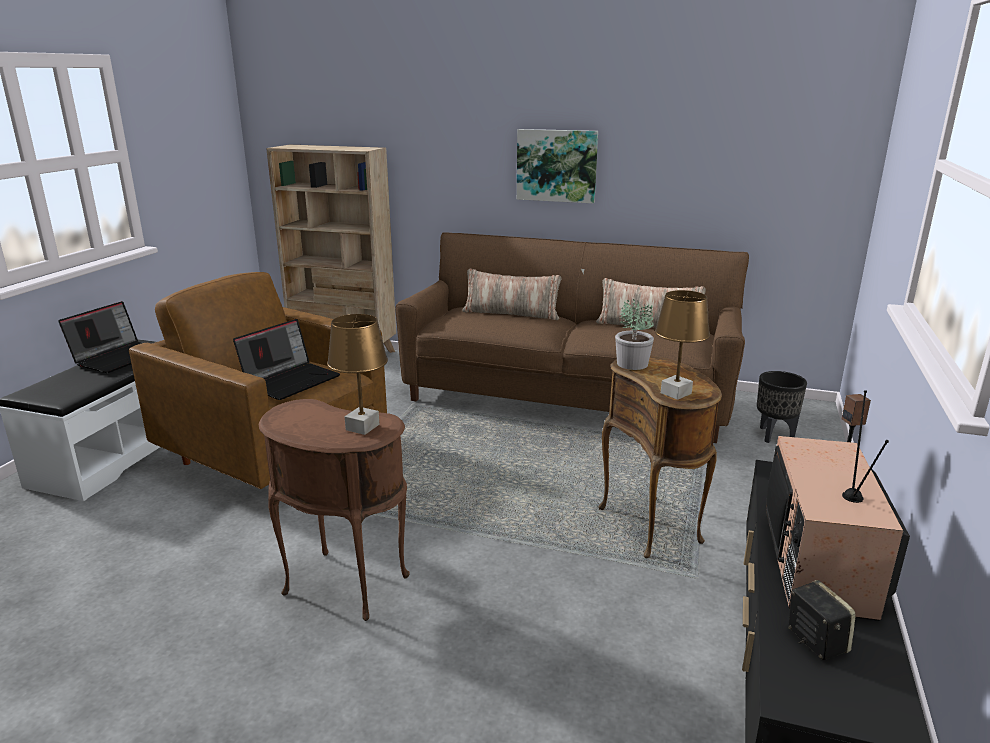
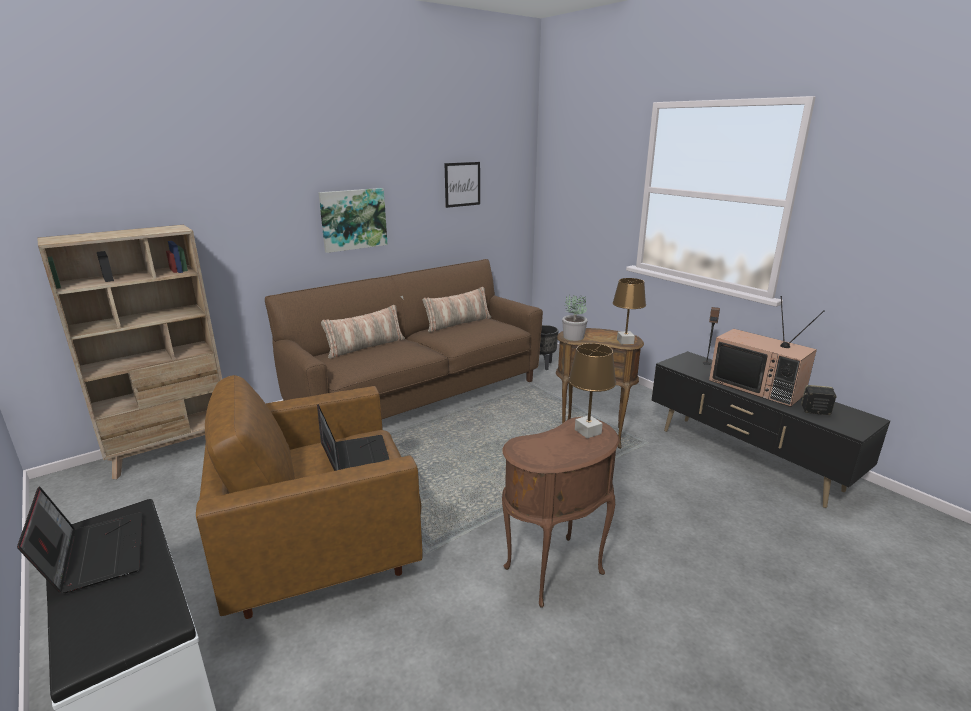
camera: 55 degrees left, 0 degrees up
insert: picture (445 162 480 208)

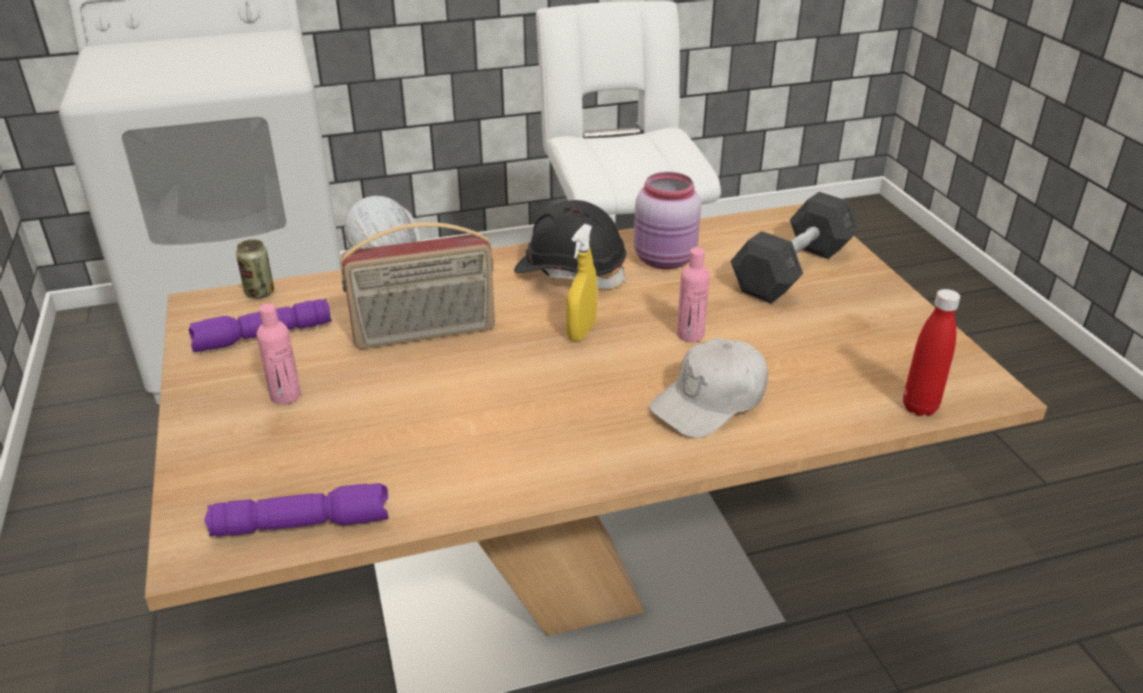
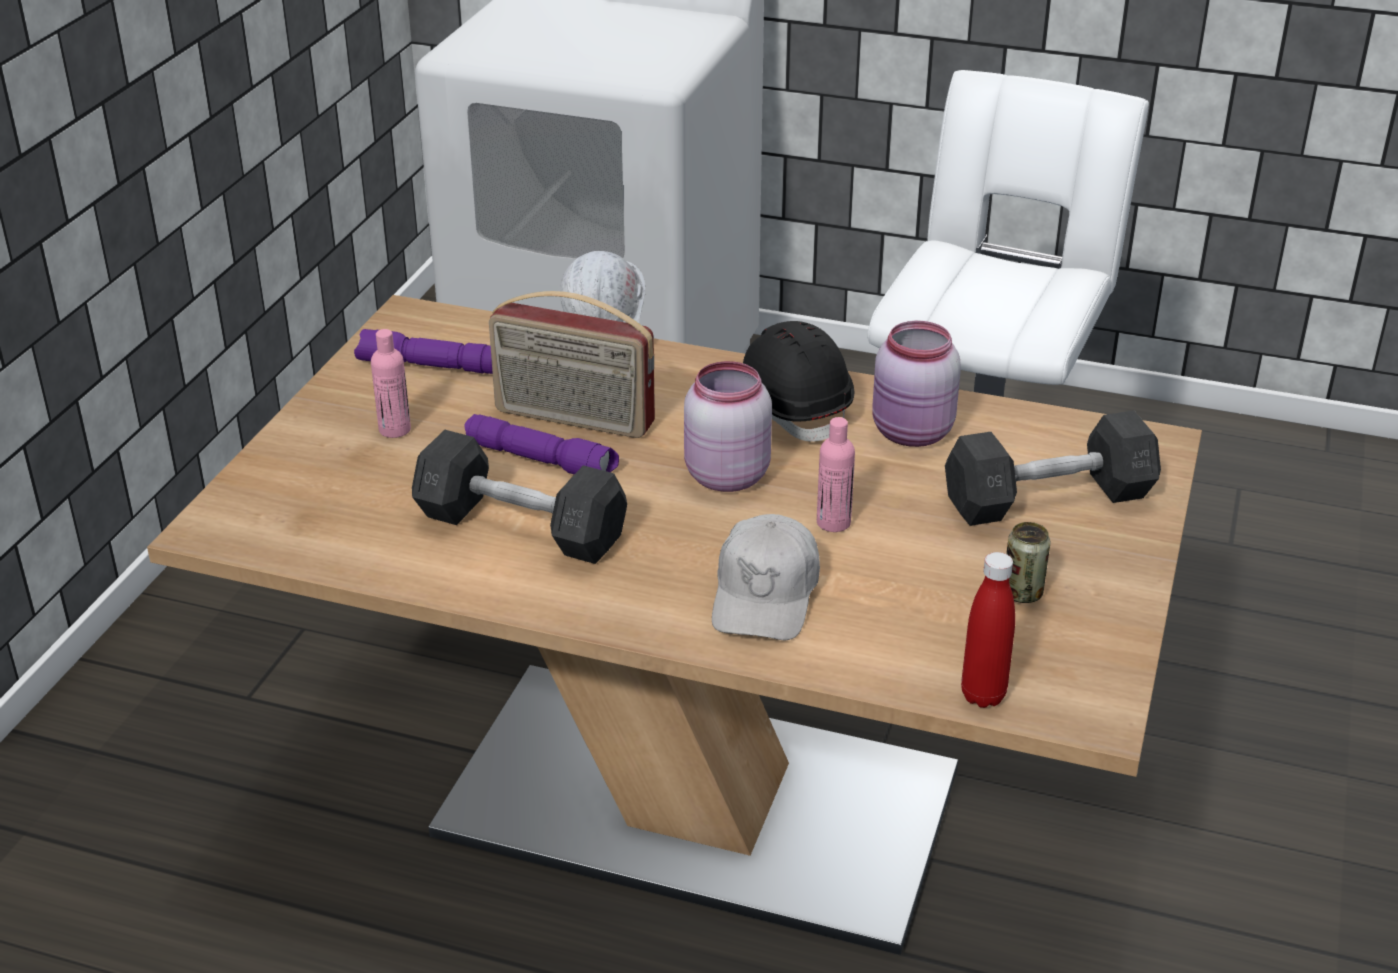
camera: 35 degrees right, 0 degrees up
insert: dumbbell (grey) (412 430 627 564)
move: flashlight (purple) (204 483 389 537) to (464 414 619 474); can (236 239 274 299) to (1006 522 1051 603)
replace: spray bottle (yellow) (566 224 597 341) to jar (pink) (684 361 772 492)
rotate: cap (white) (648 338 768 438) = (712 514 820 641) 75 degrees counterclockwise

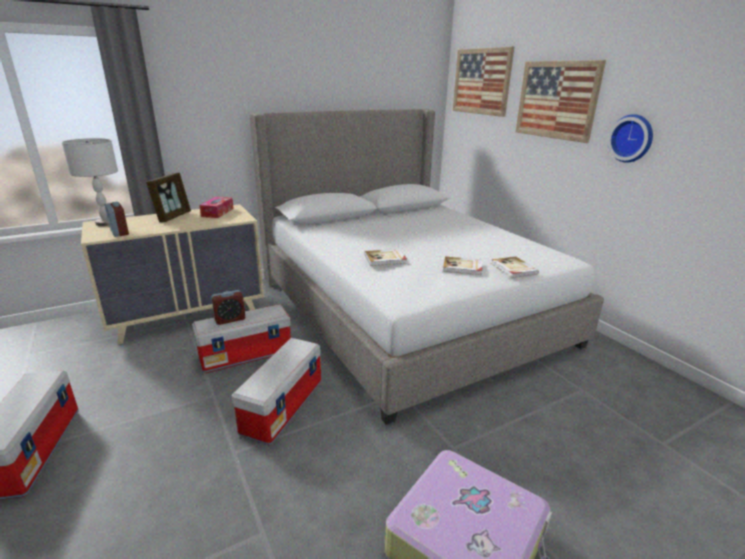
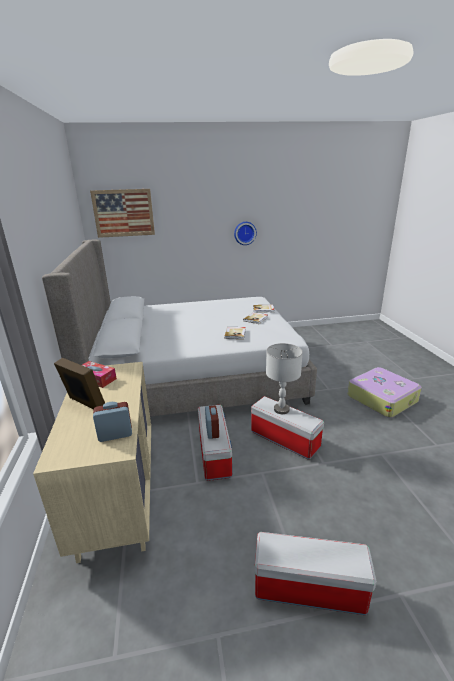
camera: 70 degrees left, 0 degrees up
delete: picture (516 60 606 143)
move: table lamp (grey) (62 138 118 226) to (266 343 303 414)

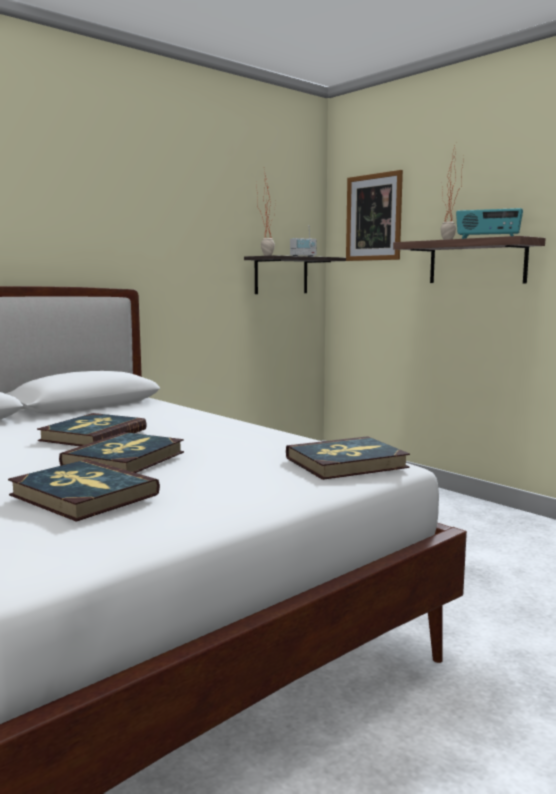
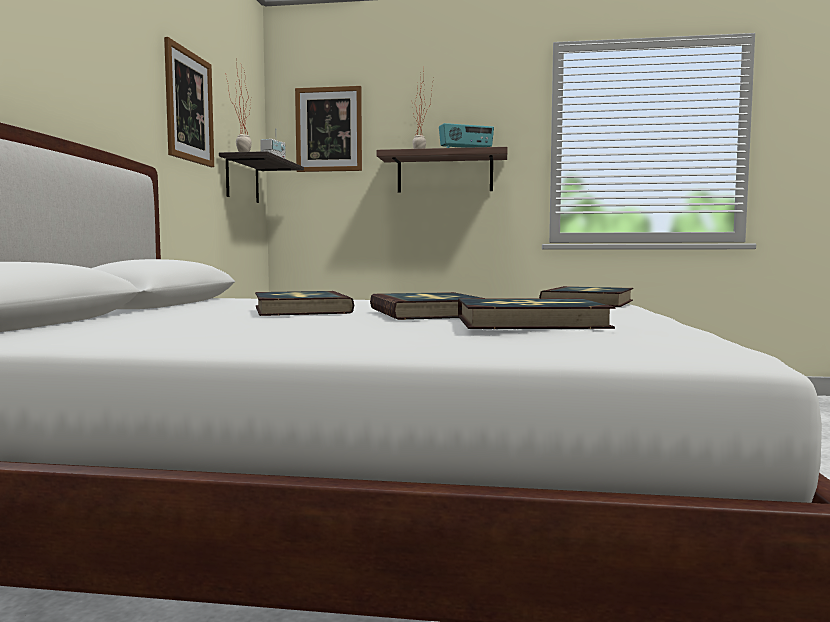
camera: 40 degrees left, 5 degrees down
insert: picture (164 37 214 167)

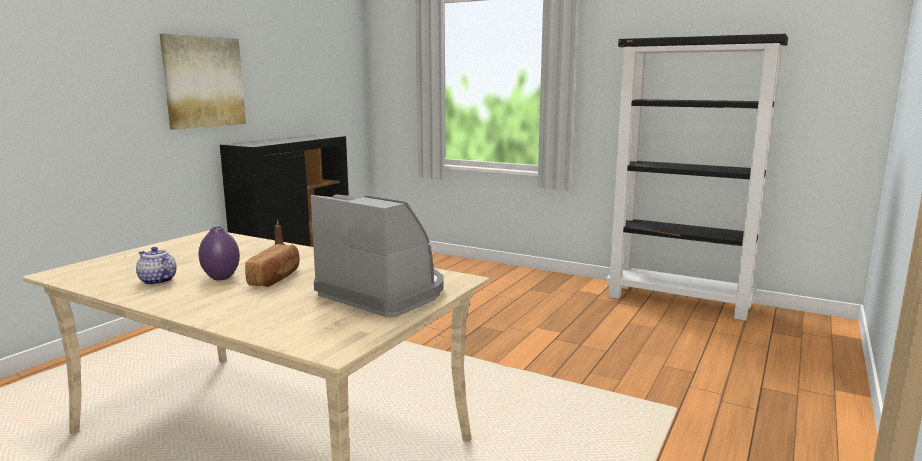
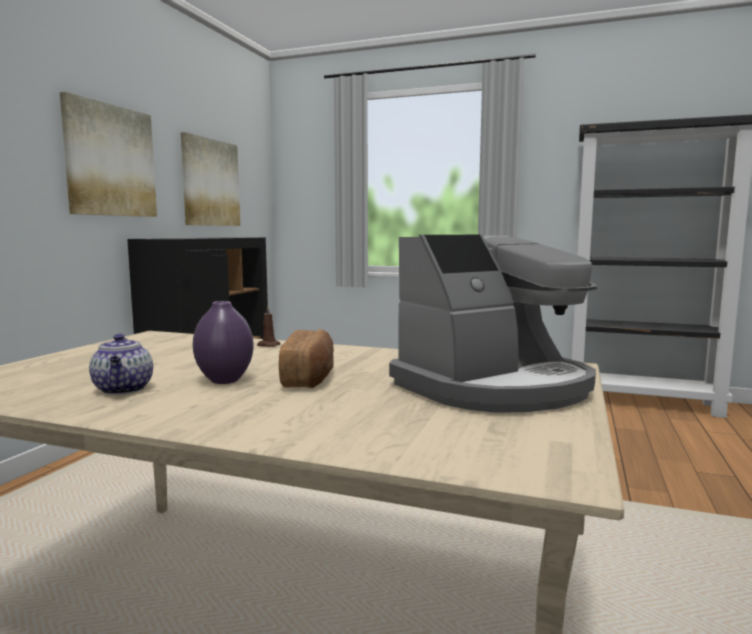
camera: 10 degrees left, 5 degrees down
insert: picture (181 132 240 226)
rotate: teapot (136 247 177 285) = (89 334 153 395) 135 degrees counterclockwise; coffee machine (311 195 443 317) = (389 235 597 413) 120 degrees clockwise

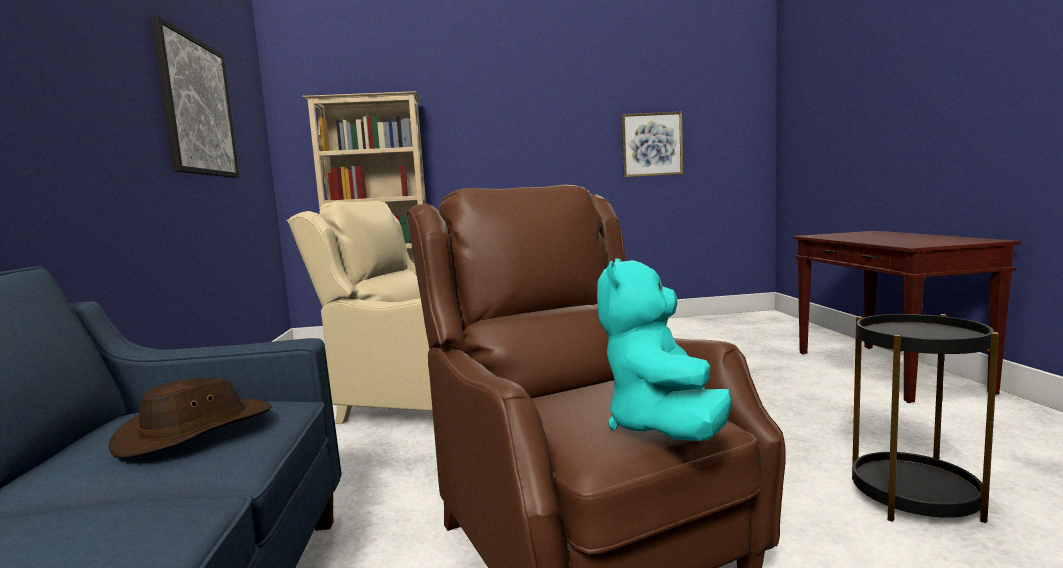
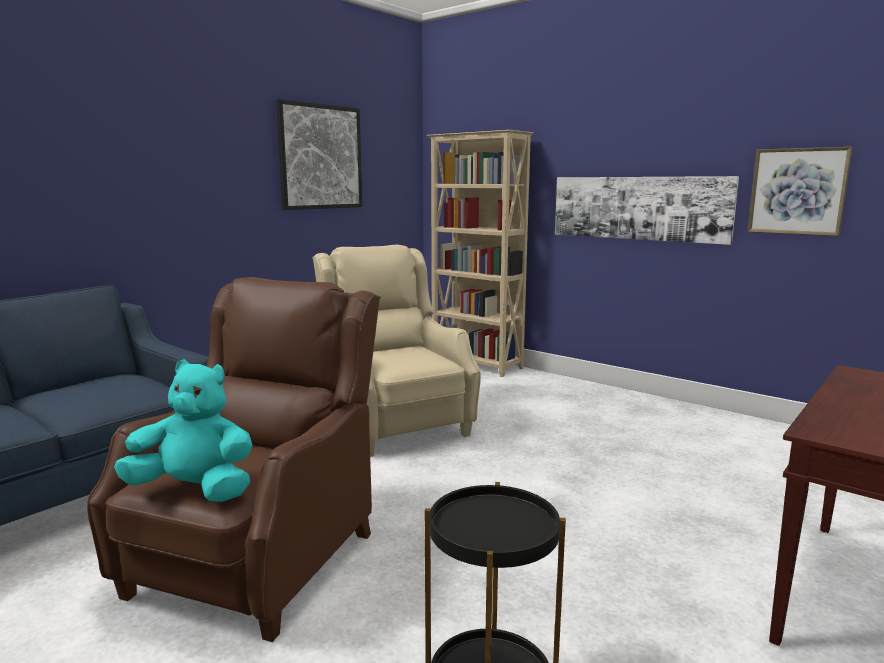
camera: 45 degrees right, 5 degrees up
delete: hat (brown) (109 378 272 458)
insert: picture (555 176 739 245)
rotate: plush toy (turquoise) (597 258 732 441) = (114 359 252 502) 45 degrees clockwise

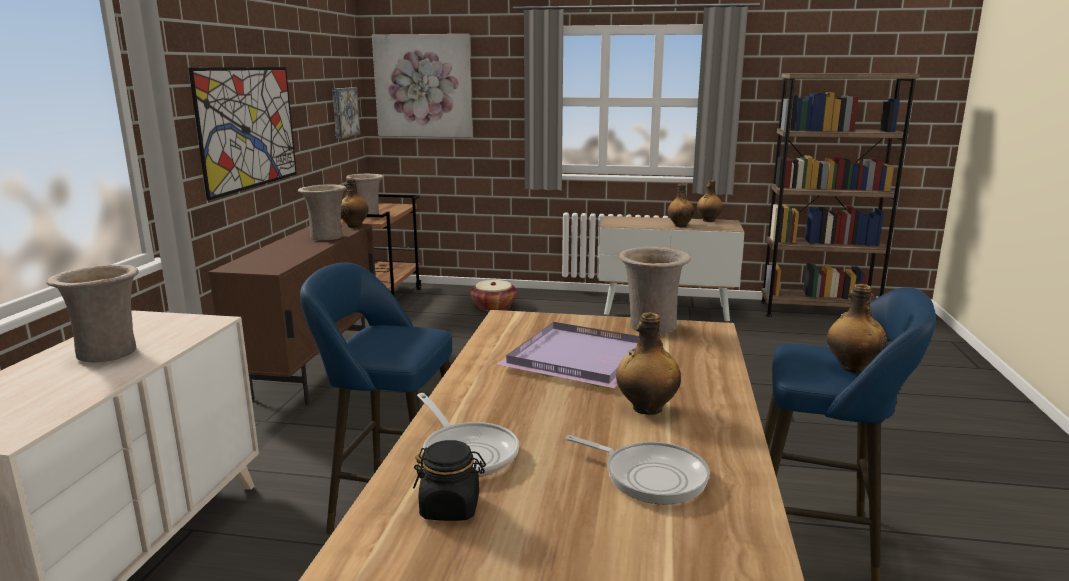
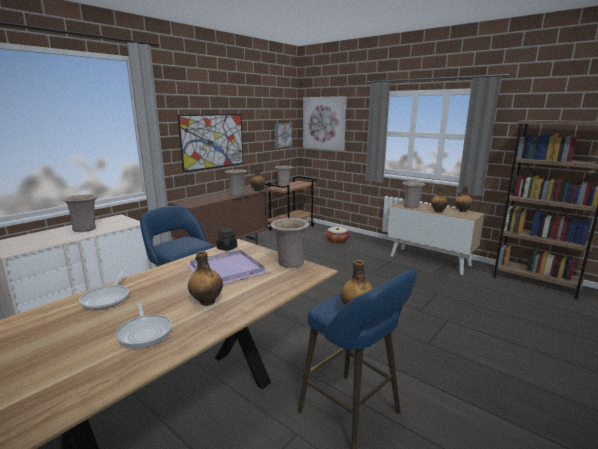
camera: 30 degrees right, 0 degrees up
insert: vase (beige) (402 181 425 208)
move: jar (black) (413 440 486 521) to (217 228 237 251)

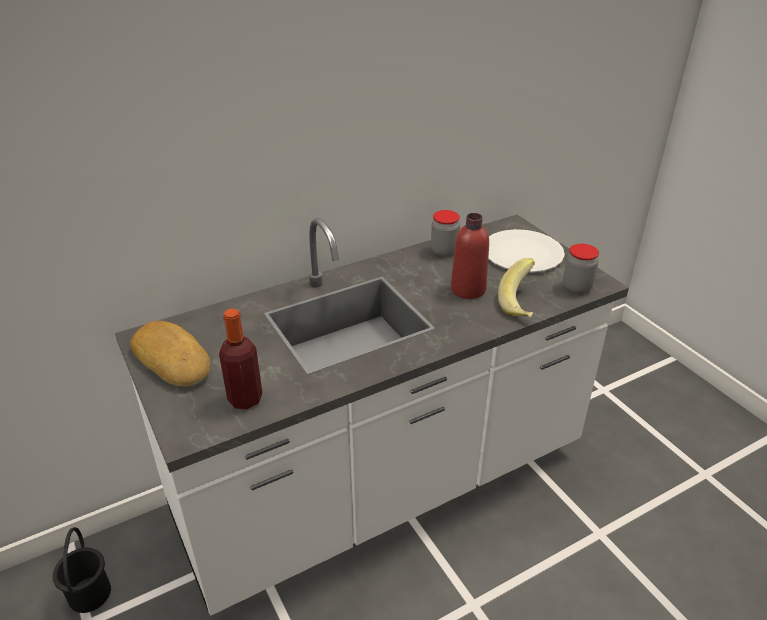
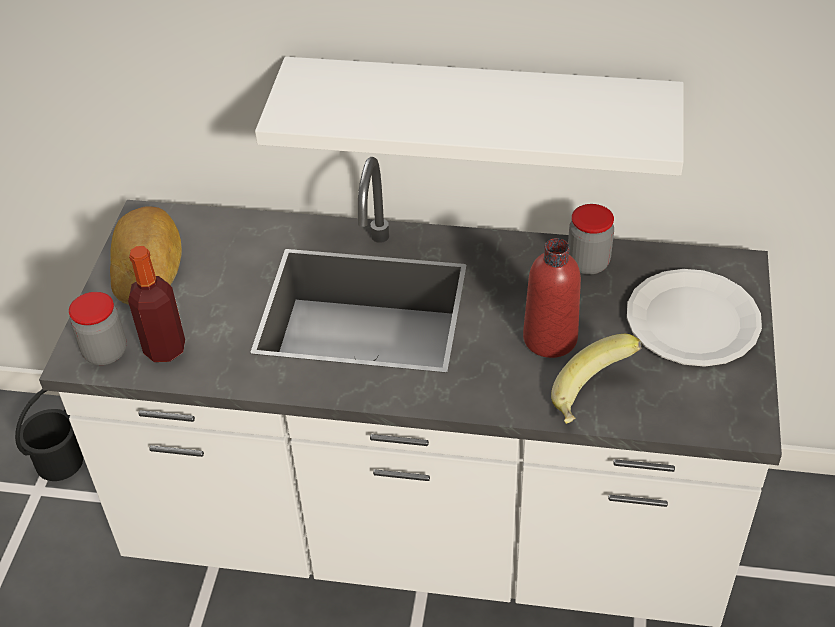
camera: 40 degrees right, 10 degrees up
insert: shelf (white) (255 57 684 176)
move: jar (563 244 599 294) to (69 292 127 365)

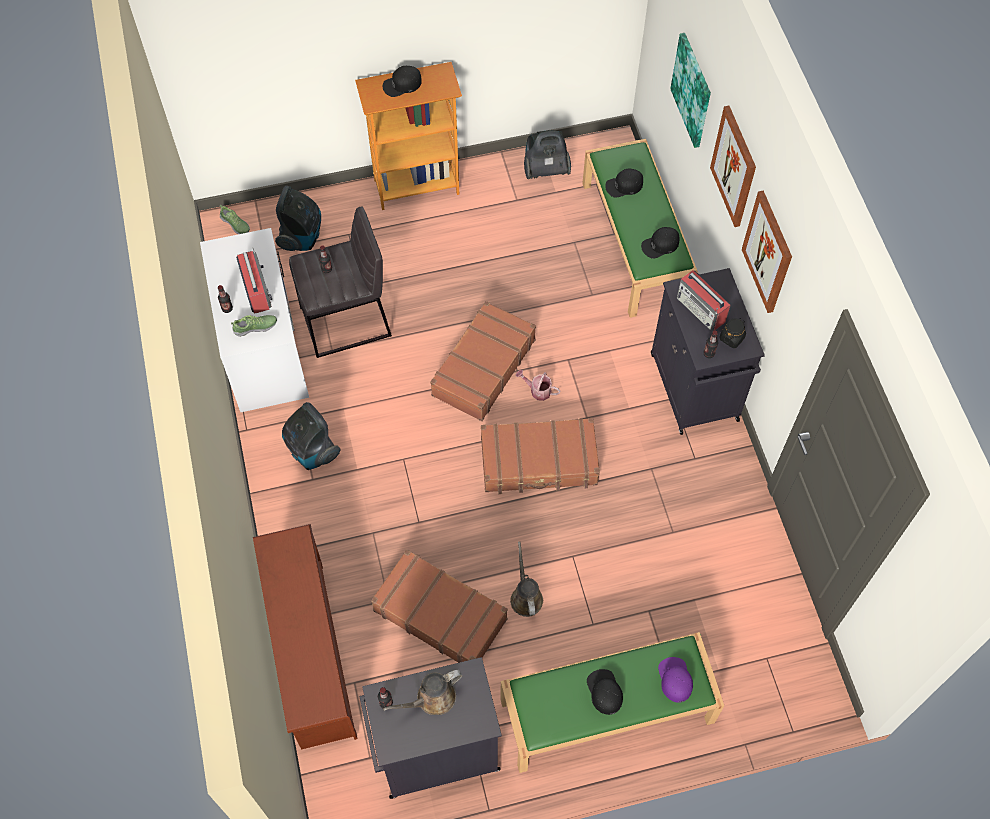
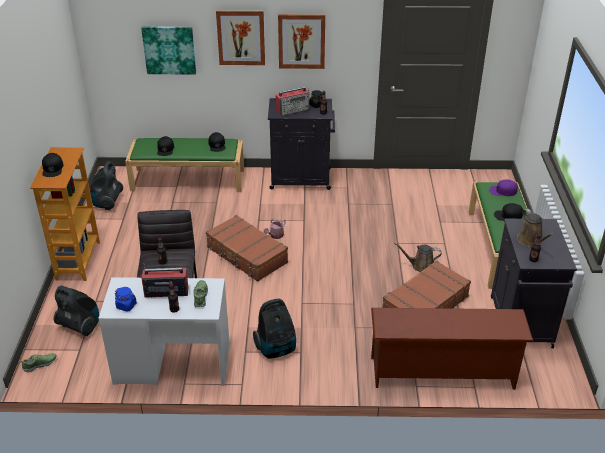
camera: 75 degrees left, 25 degrees down
delete: suitcase (brown) (481 418 600 494)
insert: jar (blue) (115 287 137 312)

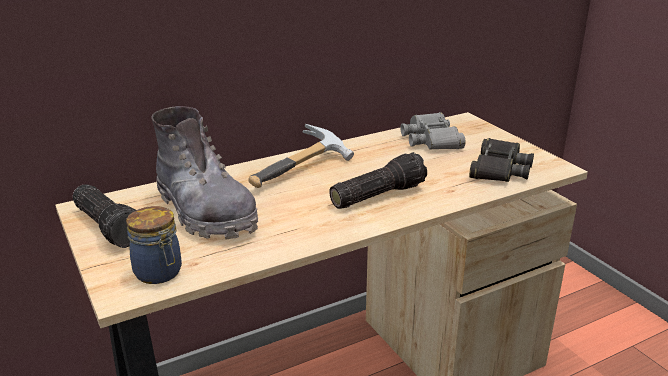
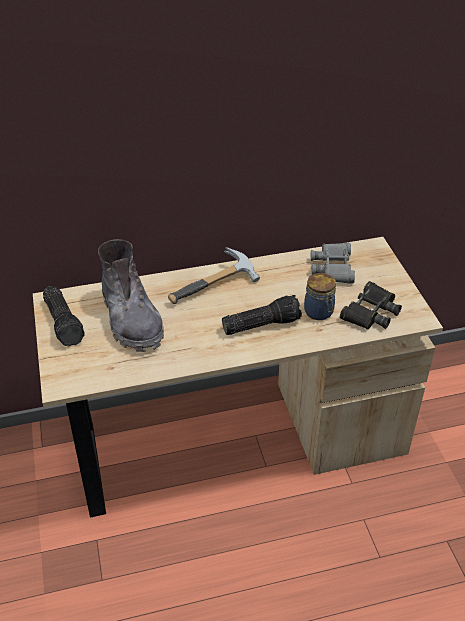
camera: 15 degrees right, 15 degrees up
move: jar (126 206 182 284) to (304 273 336 320)

